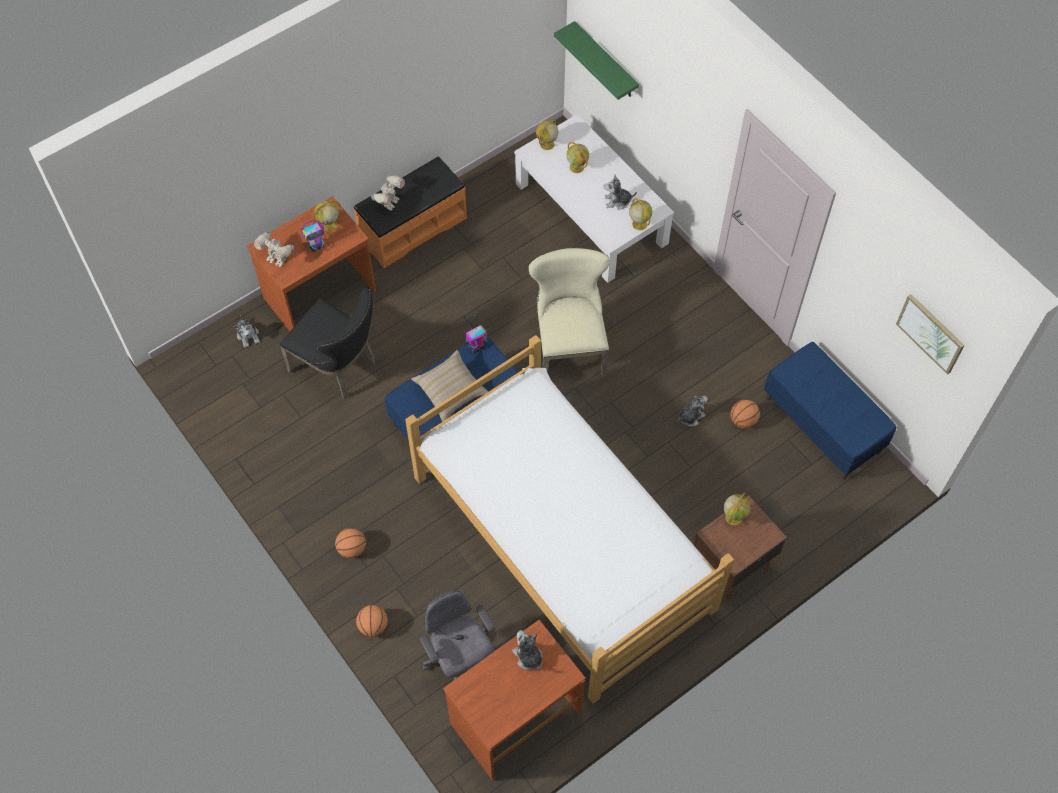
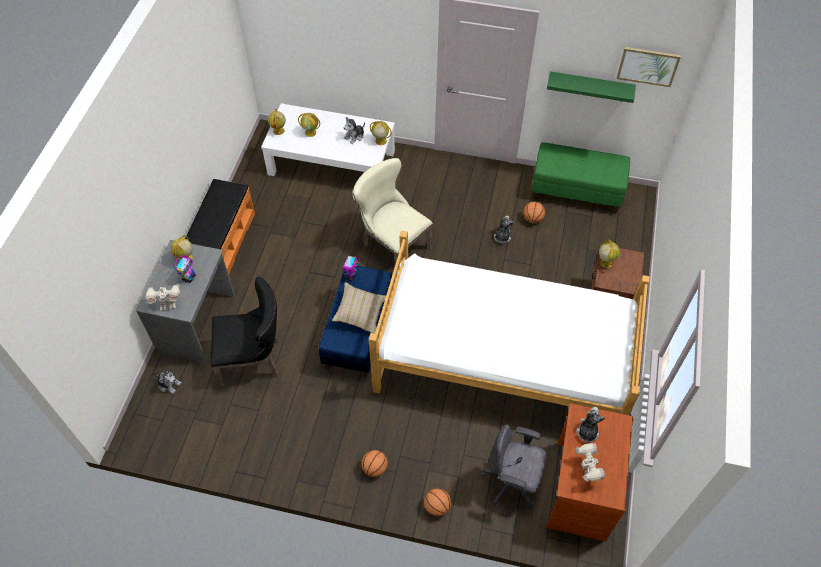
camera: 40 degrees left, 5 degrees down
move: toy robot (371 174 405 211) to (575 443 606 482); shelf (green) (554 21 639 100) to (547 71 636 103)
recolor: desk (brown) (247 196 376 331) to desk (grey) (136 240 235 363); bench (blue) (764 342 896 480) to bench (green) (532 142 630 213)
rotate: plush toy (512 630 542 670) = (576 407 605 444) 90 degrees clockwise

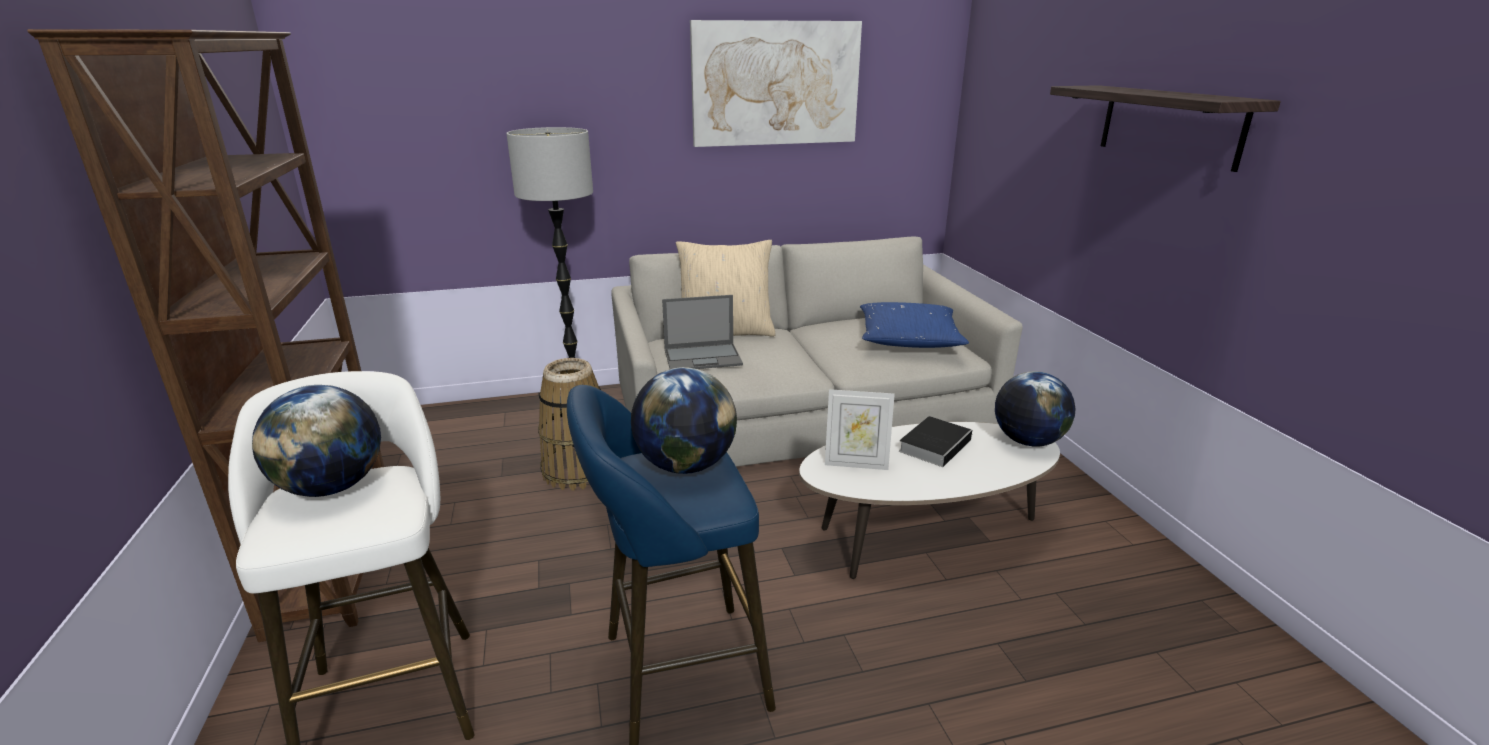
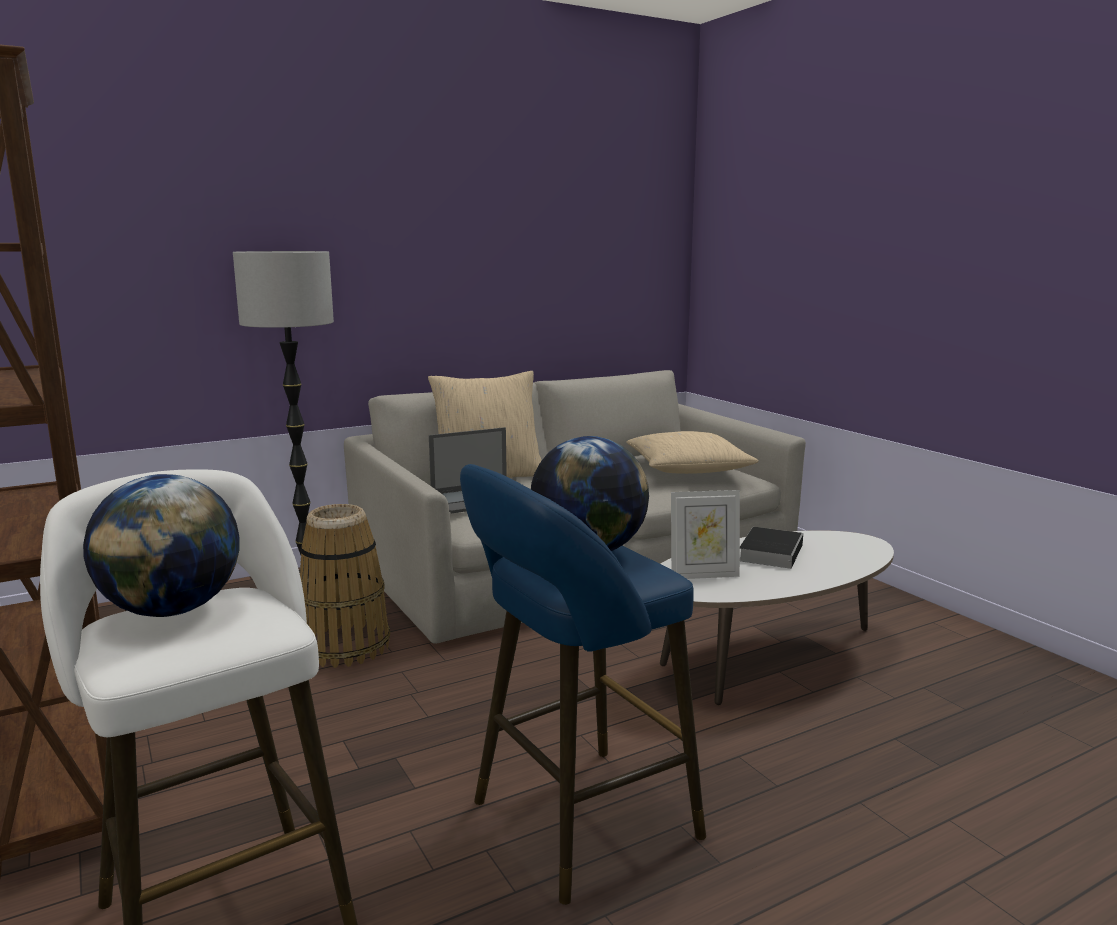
camera: 15 degrees left, 10 degrees down
delete: picture (690 20 862 147); globe (995 371 1076 447); shelf (1050 85 1281 172)
recolor: pillow (blue) (860 302 969 348) to pillow (beige) (626 431 759 474)

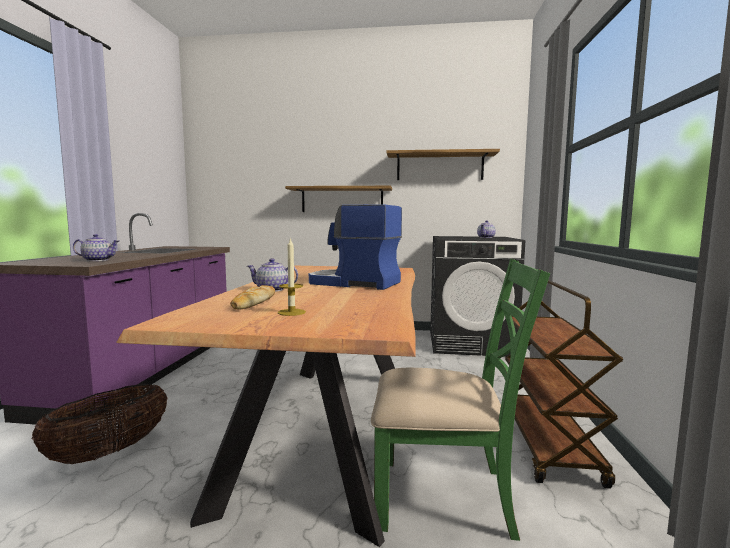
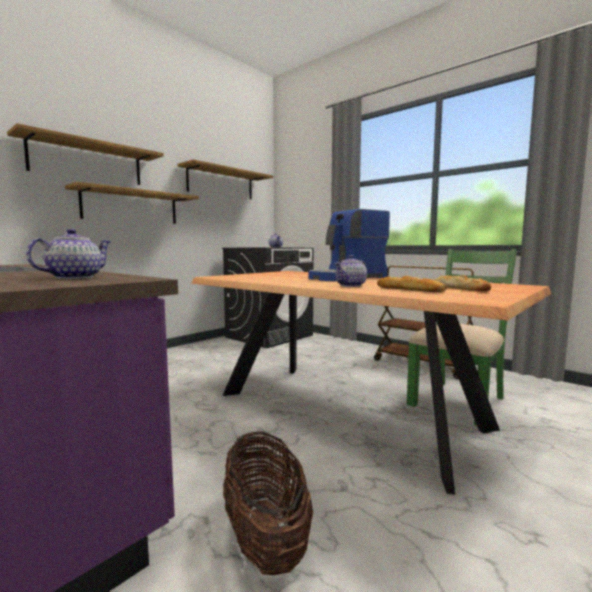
camera: 55 degrees left, 0 degrees up
insert: shelf (7 123 164 185)
replace: candle (278 237 306 316) to bread (435 275 491 291)

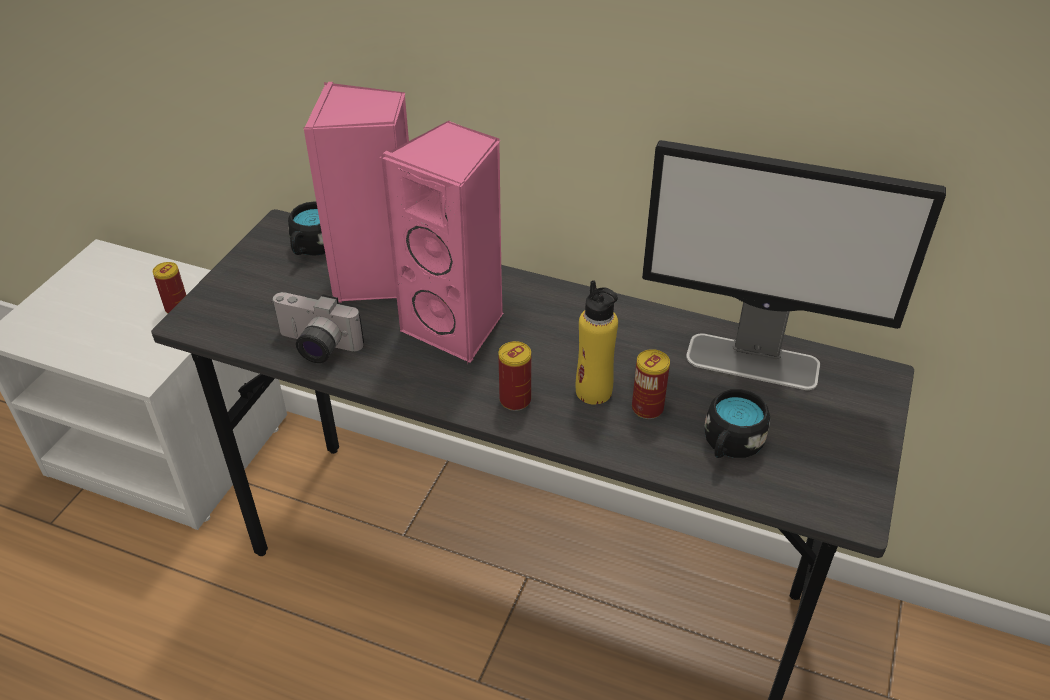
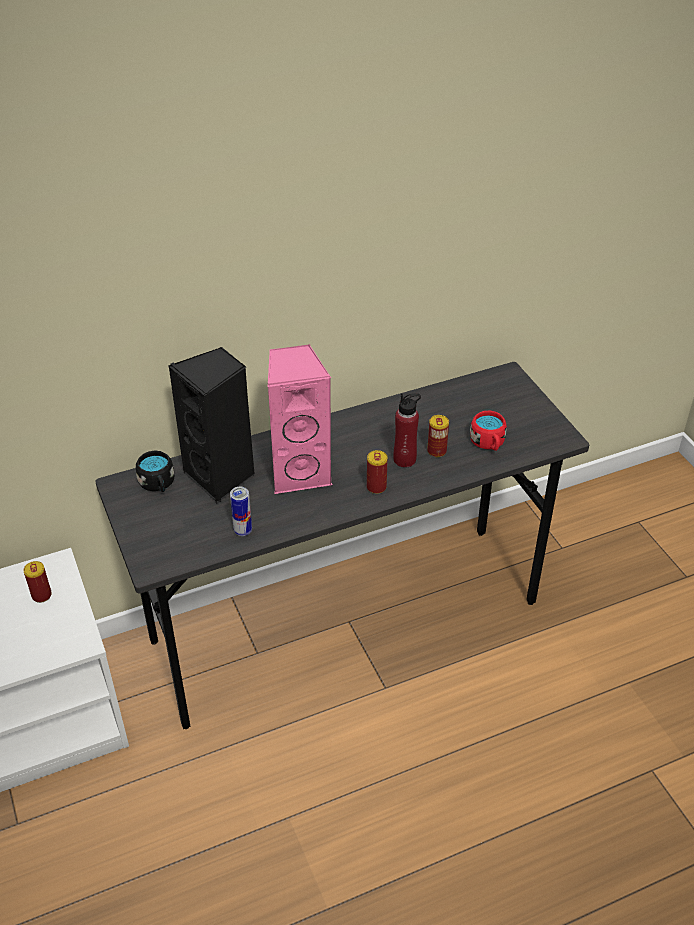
camera: 45 degrees left, 0 degrees up
delete: monitor (642 140 946 390)
replace: photo camera (271 292 364 363) to can (230 487 252 536)
recolor: speaker (pink) (303 82 409 303) to speaker (black) (169 347 255 503); bottle (yellow) (575 280 618 405) to bottle (red) (393 393 421 467); mug (black) (704 389 770 458) to mug (red) (470 411 507 451)

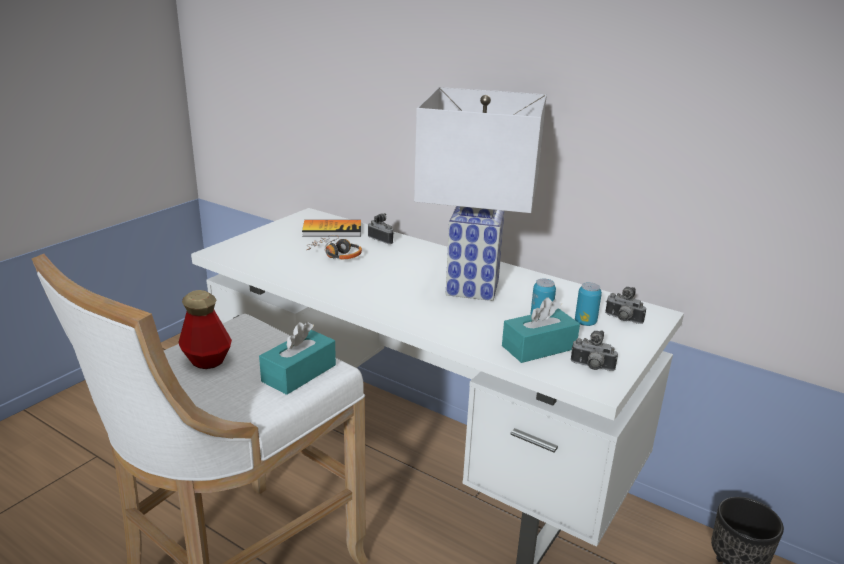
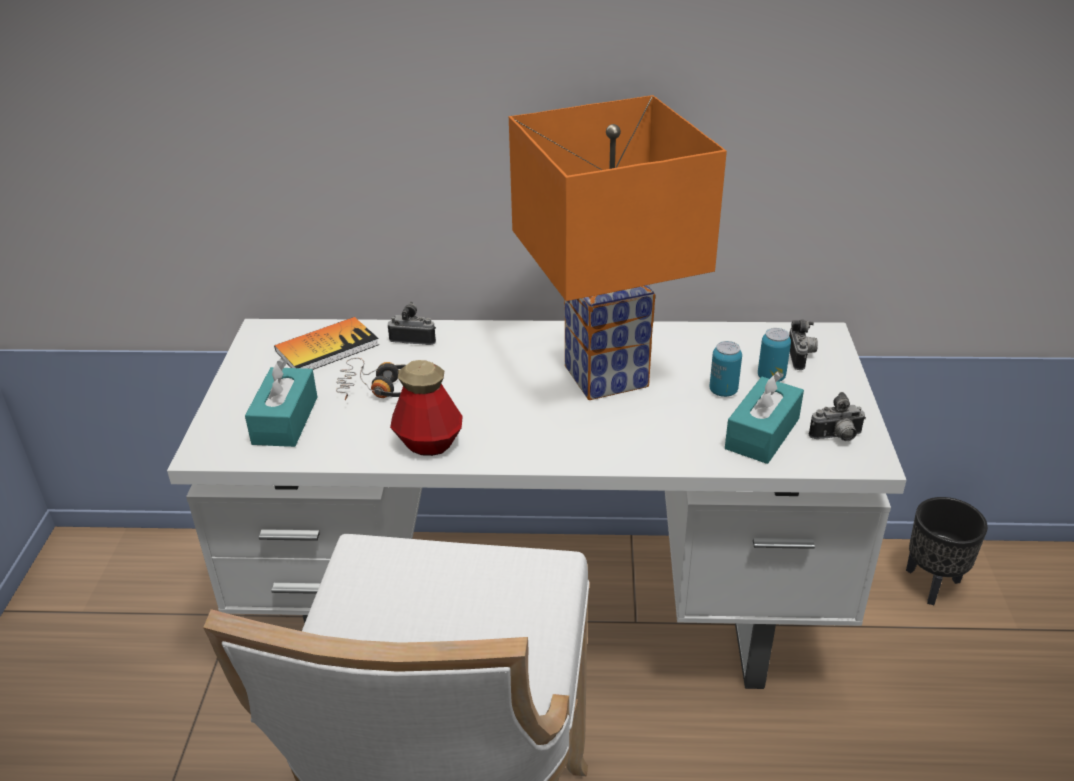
camera: 30 degrees left, 10 degrees up
move: bottle (178 290 232 369) to (390 360 463 456); tissue box (turquoise) (259 322 336 395) to (245 358 317 447)
recolor: table lamp (white) (414 87 547 301) to table lamp (orange) (509 95 727 400)
rotate: photo camera (605 287 646 324) = (789 320 818 370) 90 degrees counterclockwise

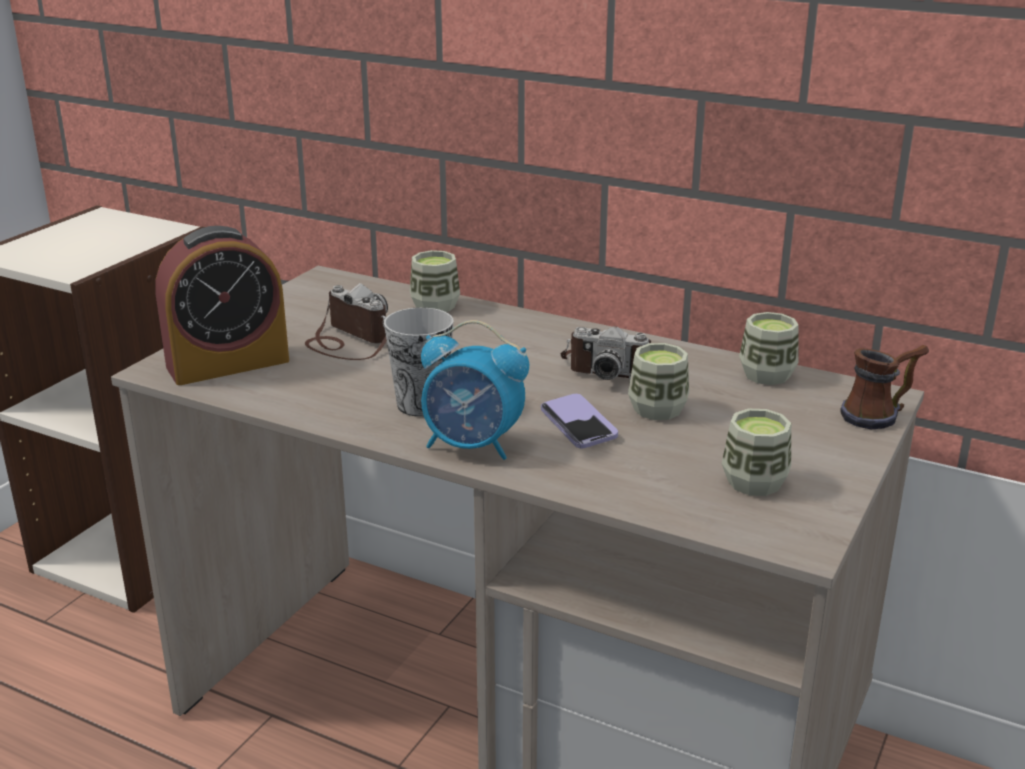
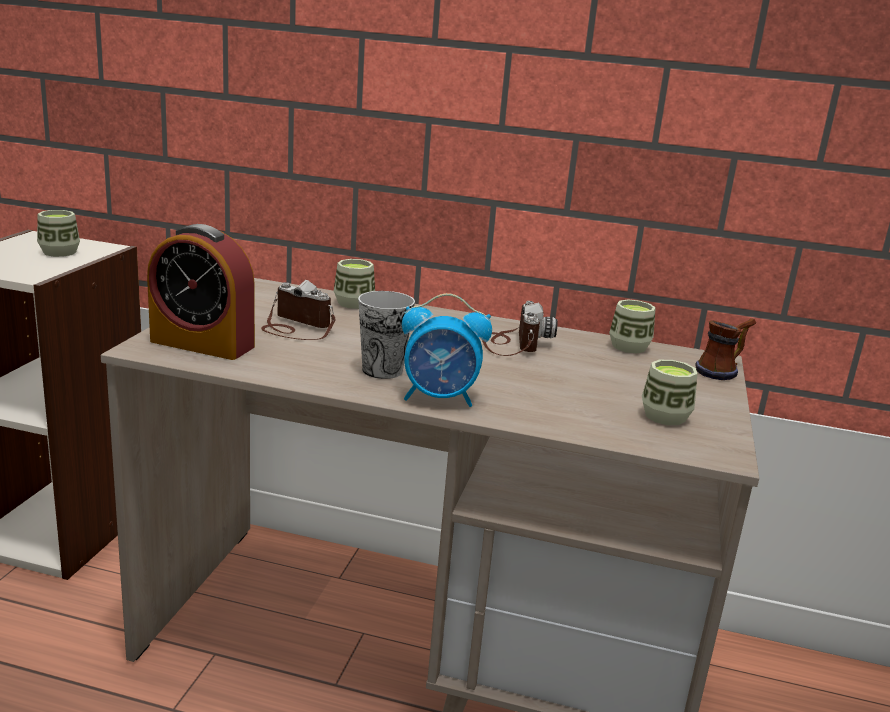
camera: 15 degrees left, 5 degrees down
delete: phone (541 394 618 448)
move: cup (628 343 689 420) to (37 210 80 257)
rotate: alarm clock (156 226 289 385) = (147 224 255 360) 60 degrees clockwise; photo camera (561 326 651 380) = (482 301 558 356) 90 degrees counterclockwise

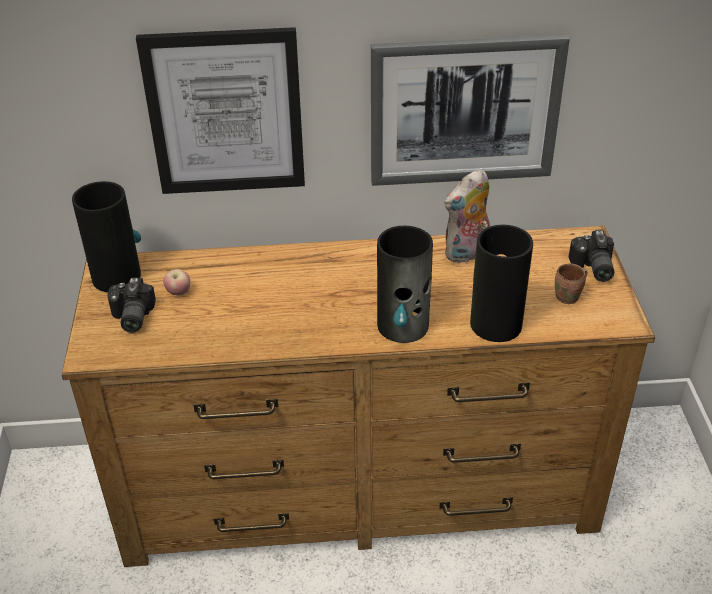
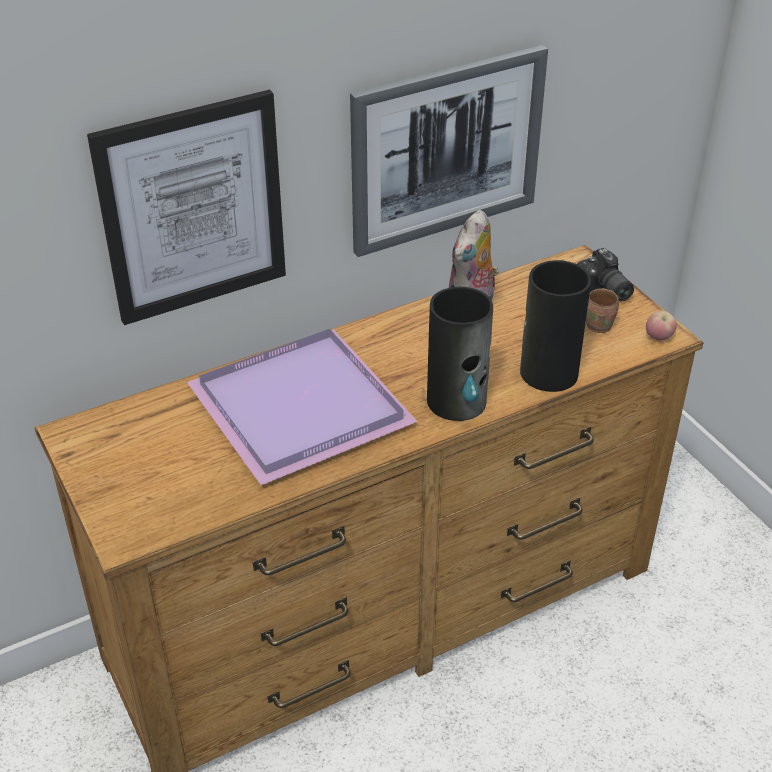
camera: 25 degrees left, 0 degrees up
delete: vase (72 181 141 293); photo camera (108 278 156 333)
insert: tray (purple) (187 329 418 485)
move: apple (163 269 190 296) to (646 311 677 340)

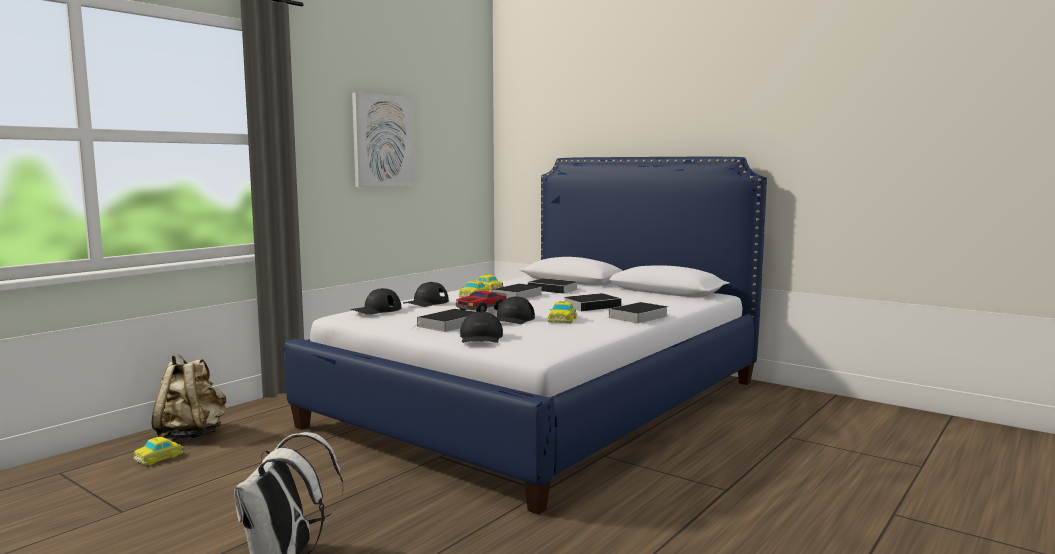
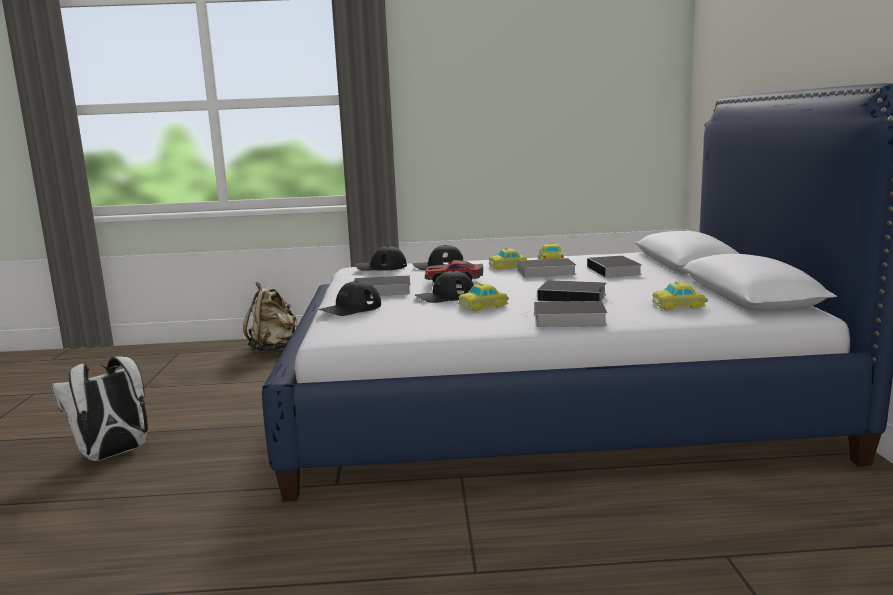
camera: 50 degrees right, 5 degrees up
delete: picture (352 92 415 187)
move: toy car (134 437 184 465) to (652 282 708 310)

